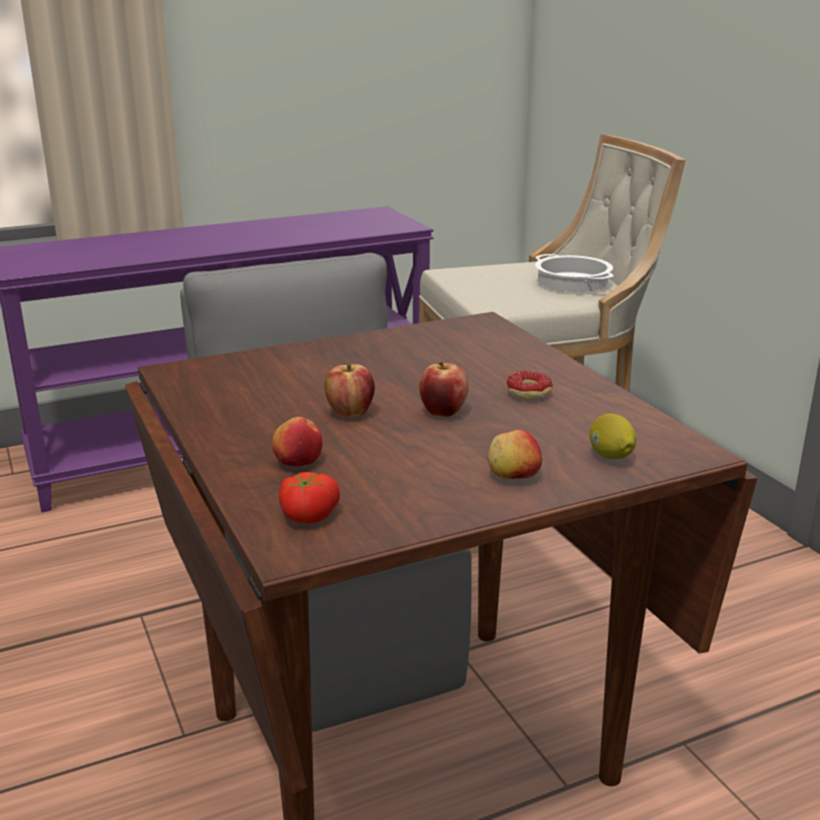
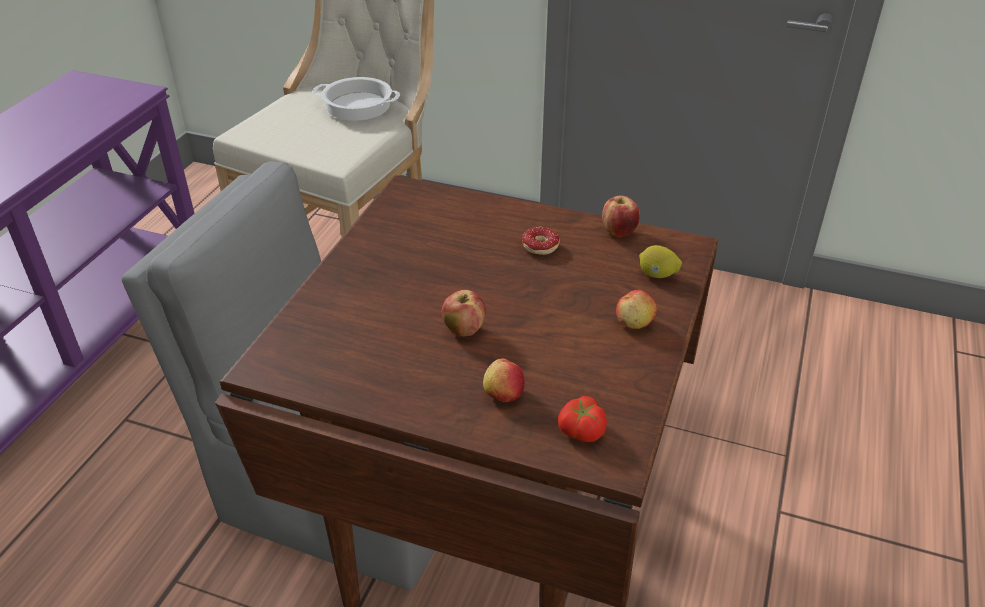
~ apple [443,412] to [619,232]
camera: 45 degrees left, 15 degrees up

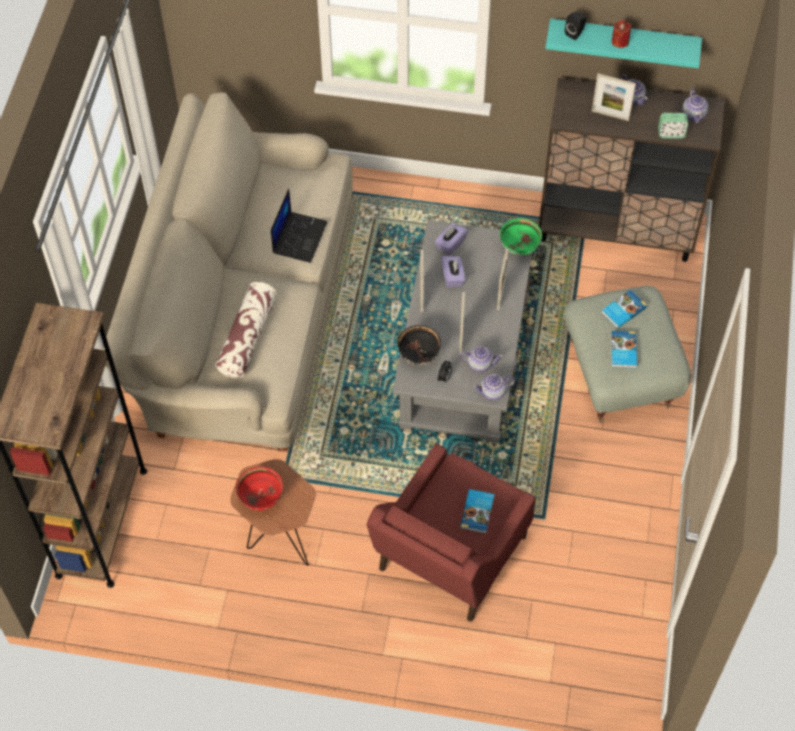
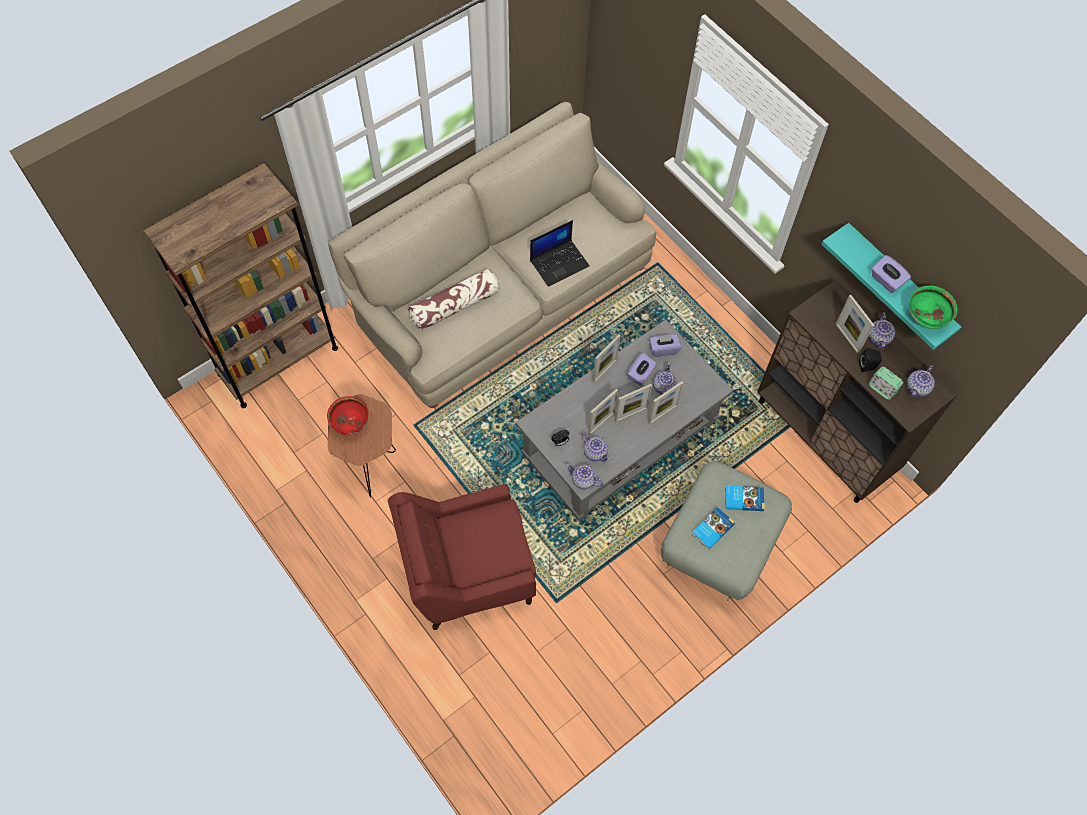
- bowl (black) [418,356]
- book [478,512]
+ picture frame [631,414]
+ teapot [663,387]
~ bowl (green) [519,248] to [925,318]
~ speaker (black) [575,33] to [868,366]
~ candle (red) [620,41] to tissue box (purple) [886,281]
camera: 40 degrees right, 5 degrees up

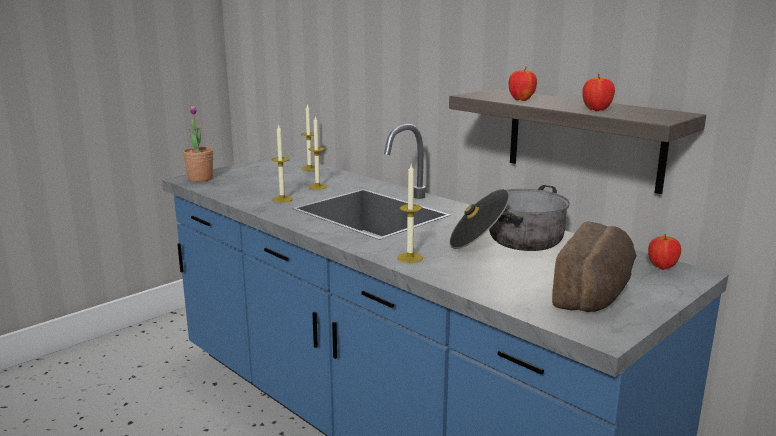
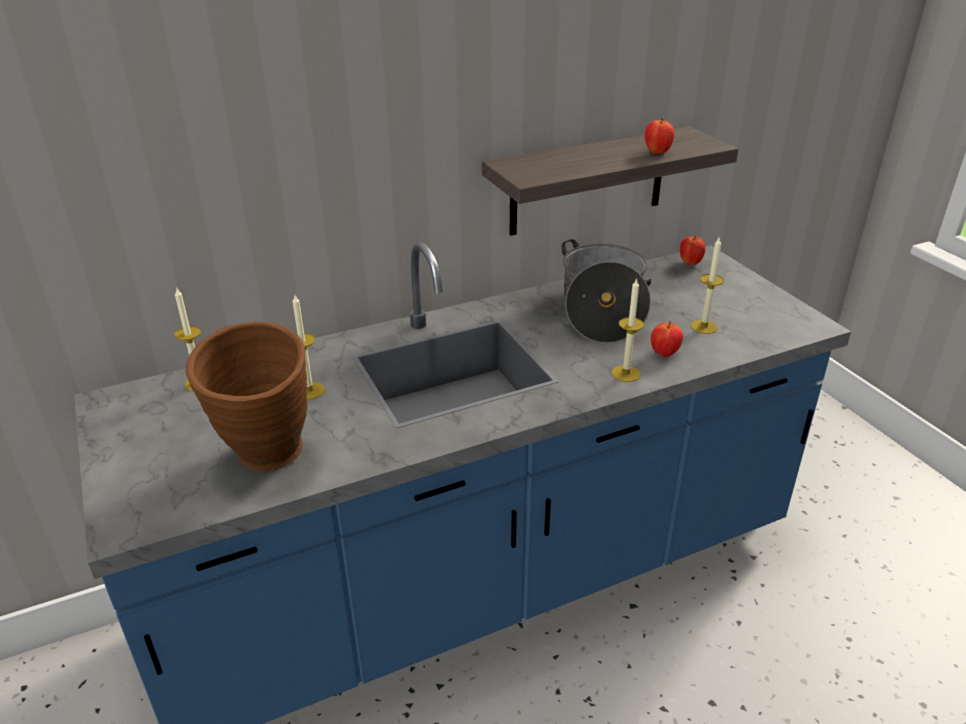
- potted plant [200,178]
- bread [596,293]
+ vase (brown) [268,461]
~ candle [282,199] to [704,327]
~ apple [521,100] to [664,354]
camera: 70 degrees left, 15 degrees up

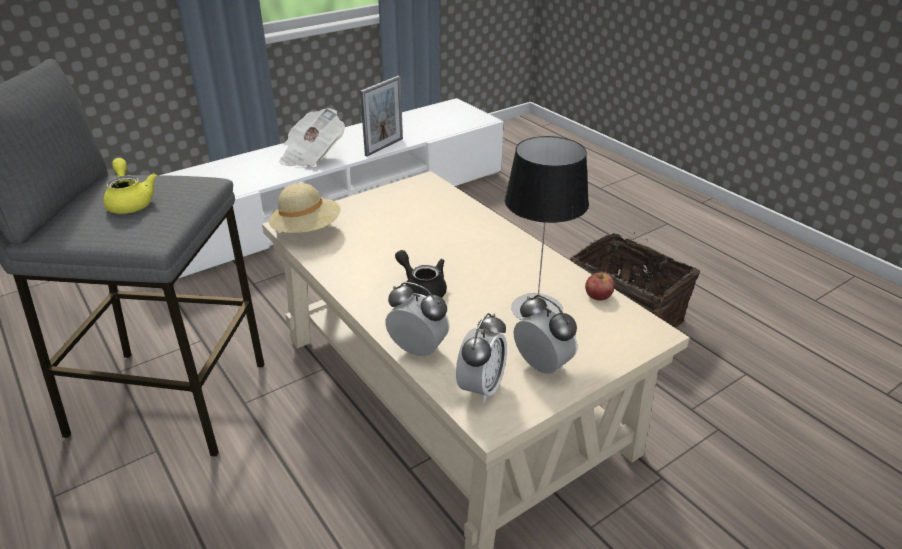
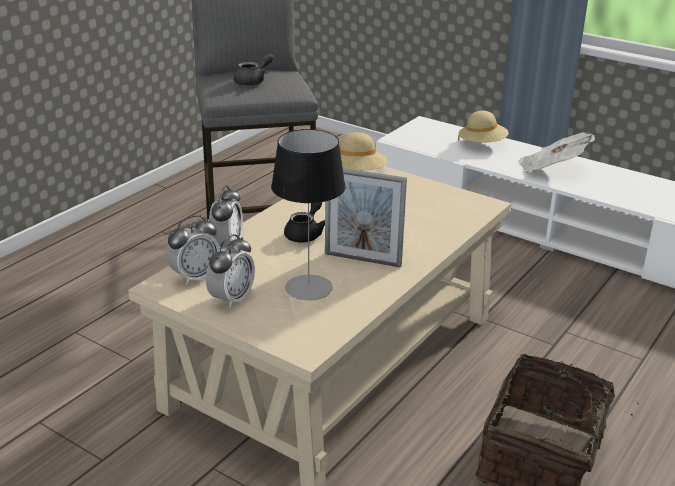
- apple [598,294]
+ hat (beige) [482,144]
~ picture frame [384,147] to [362,259]
~ teapot (yellow) [130,202] to teapot (grey) [253,81]
~ alarm clock [481,387] = [195,277] 45 degrees counterclockwise
camera: 70 degrees right, 5 degrees down

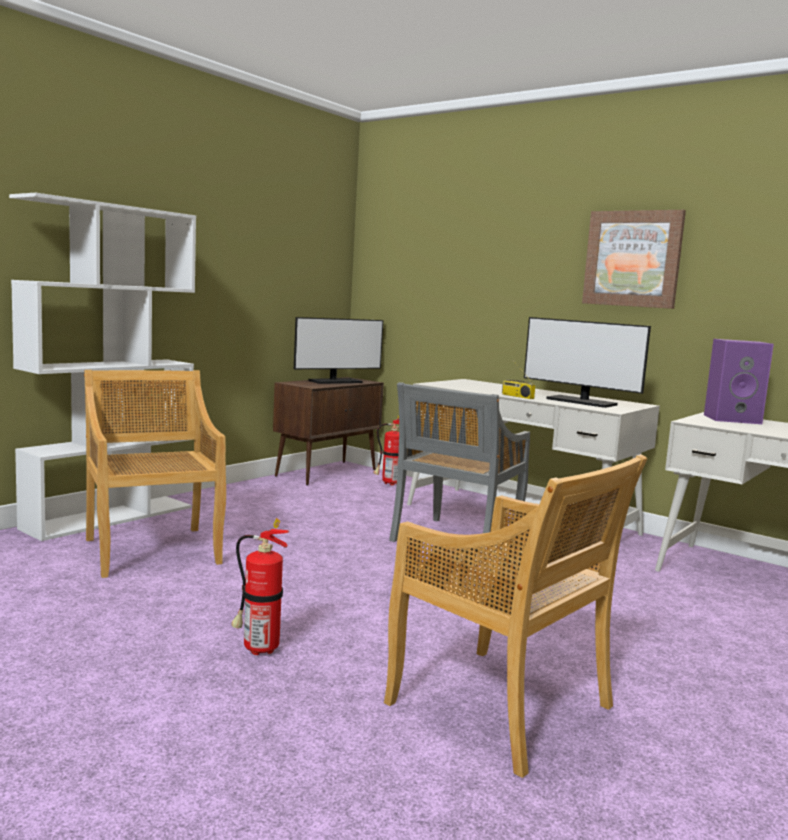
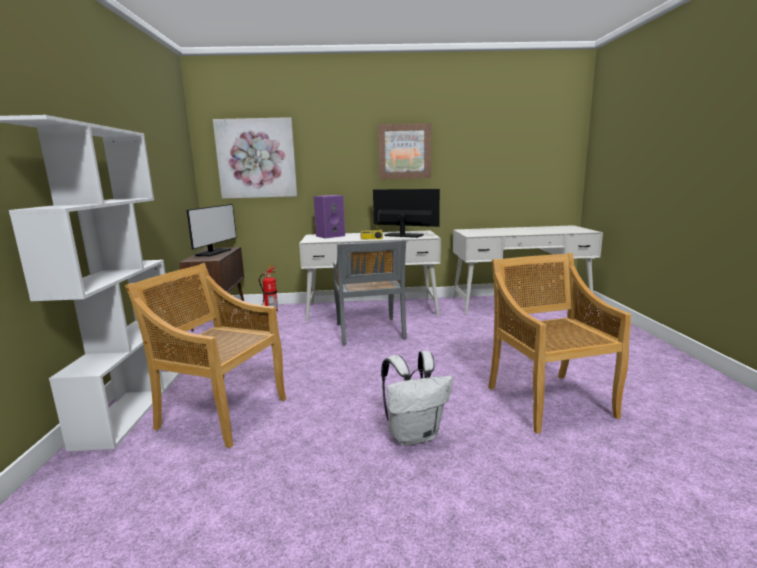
+ picture [256,158]
~ speaker (purple) [733,419] to [330,236]
~ fire extinguisher [257,649] to backpack (white) [414,435]
~ chair (beige) [503,707] = [548,400] 105 degrees counterclockwise
~ monitor [581,402] = [404,235] 150 degrees counterclockwise
camera: 40 degrees left, 5 degrees up

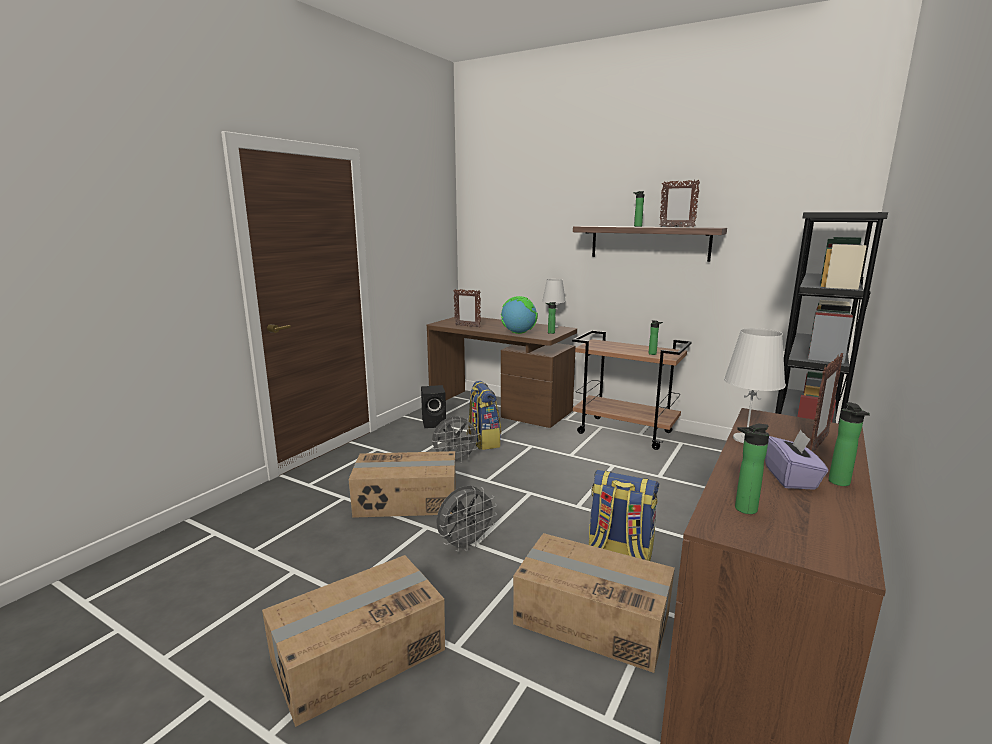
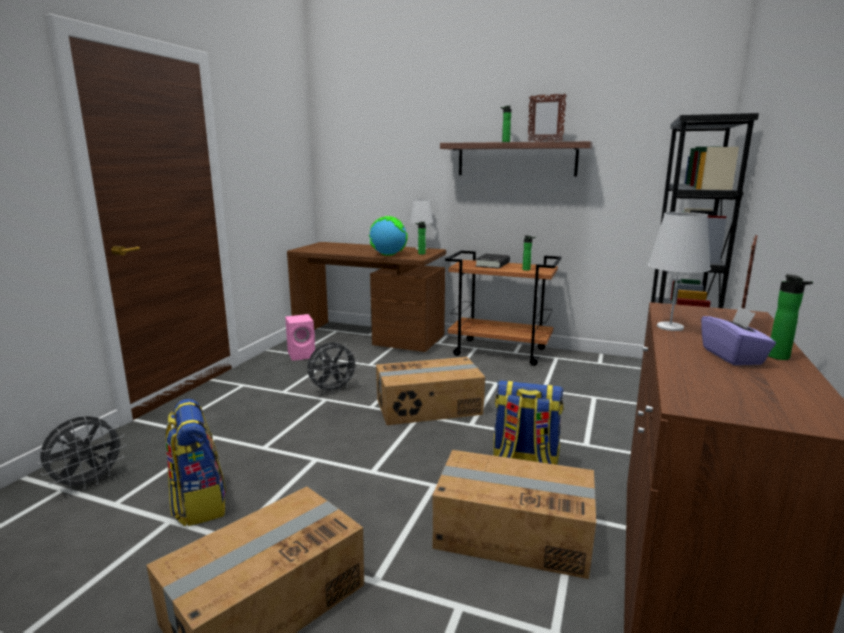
- picture frame [467,326]
- bottle [743,509]
+ book (black) [492,264]
~ cardboard box [406,501] to [429,407]
~ fan (grey) [465,544] to [88,482]
~ backpack [483,441] to [198,503]
~ speaker (black) [435,423] to speaker (pink) [302,355]
camera: 10 degrees left, 0 degrees up

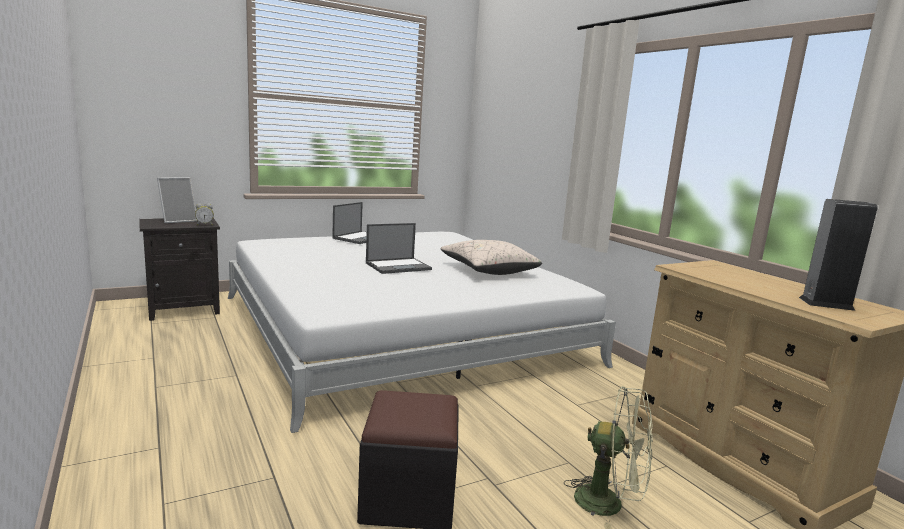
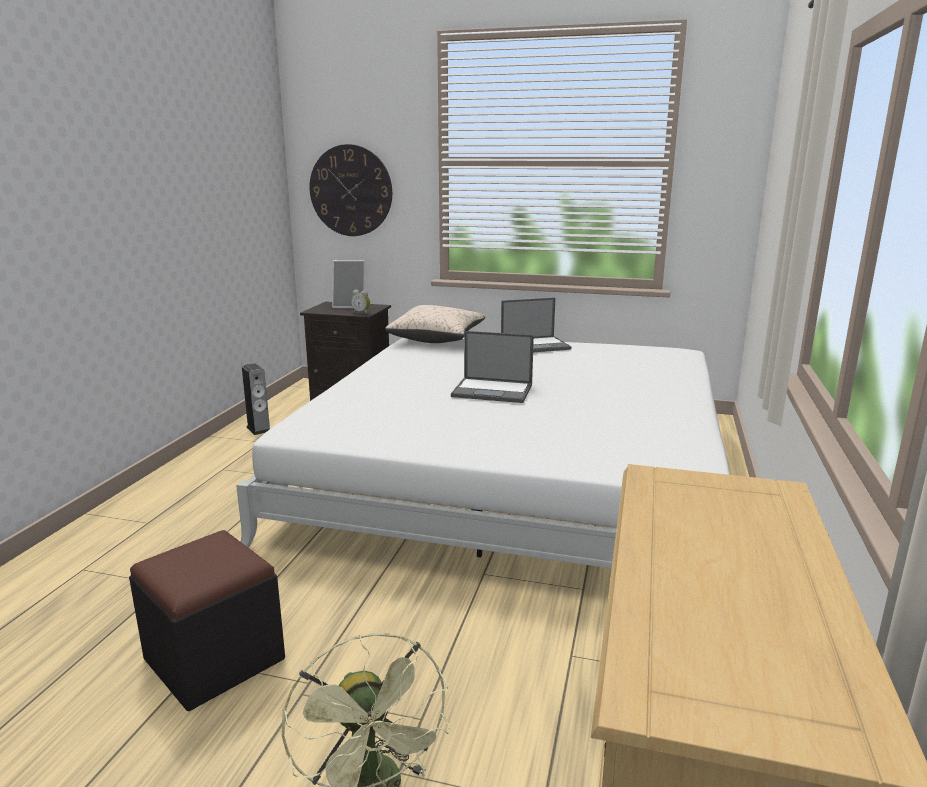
+ wall clock [351,191]
~ pillow (beige) [488,270] to [437,339]
~ speaker [826,303] to [258,429]
camera: 45 degrees right, 5 degrees up

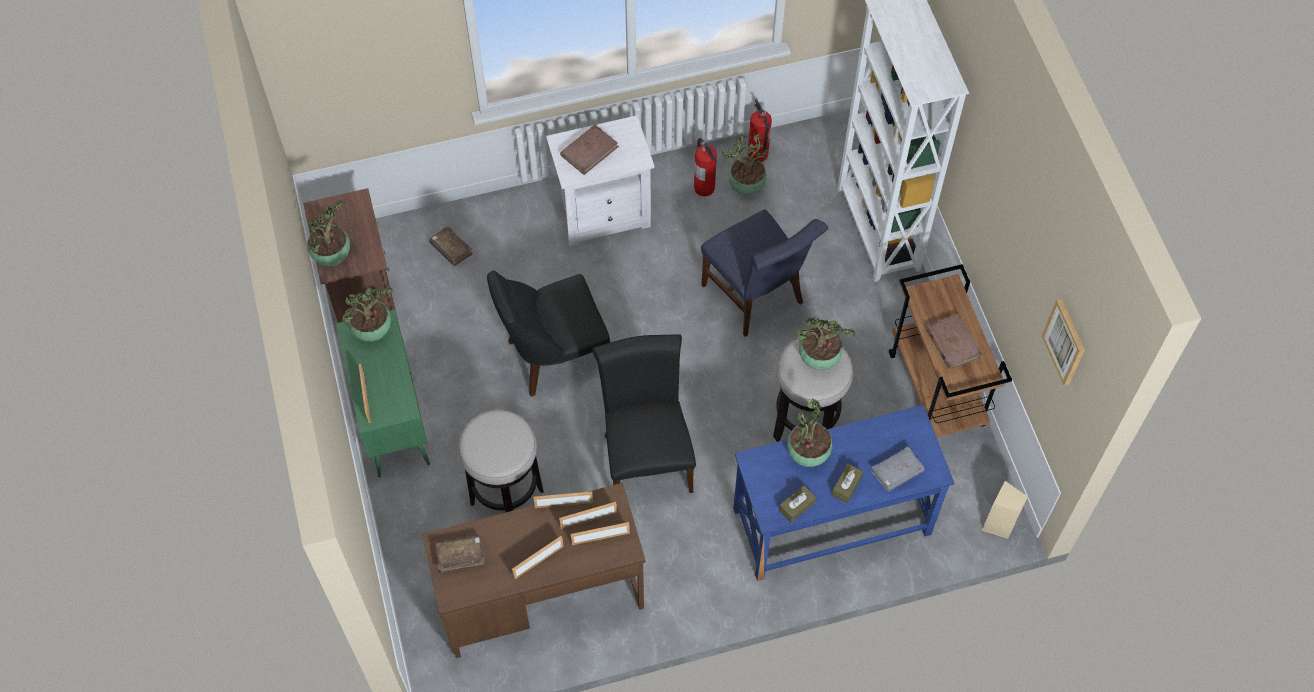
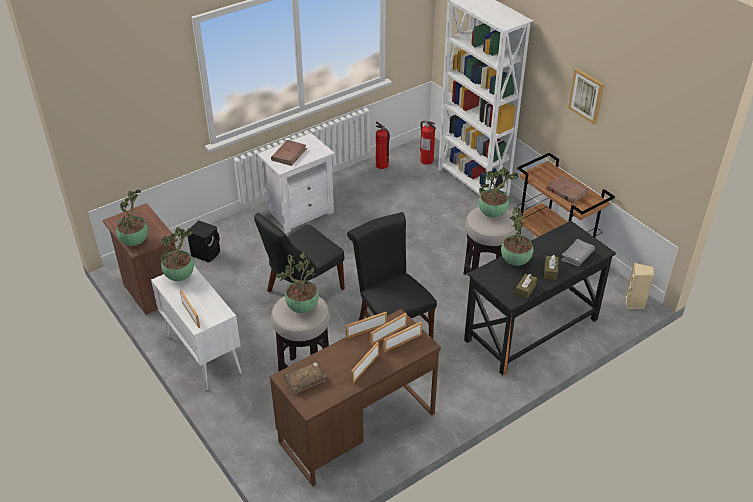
- chair (blue) [757,297]
~ fire extinguisher [704,187] to [426,160]
~ potted plant [745,186] to [302,308]
~ picture [1065,341] to [586,95]
~ book (brown) [451,249] to speaker (black) [206,253]
~ cabinet (green) [392,419] to cabinet (white) [202,354]
~ desk (blue) [831,522] to desk (black) [531,330]
camera: 20 degrees left, 20 degrees down

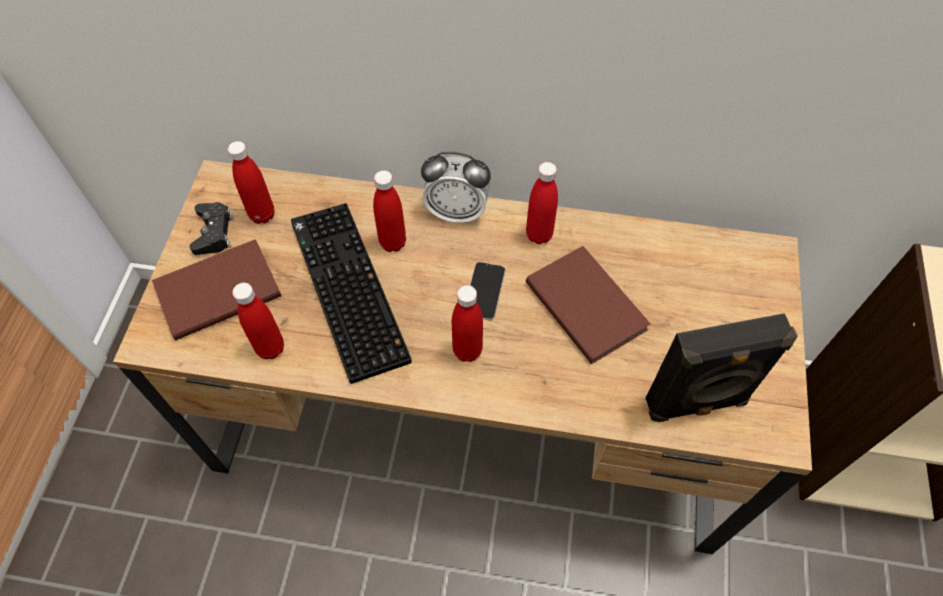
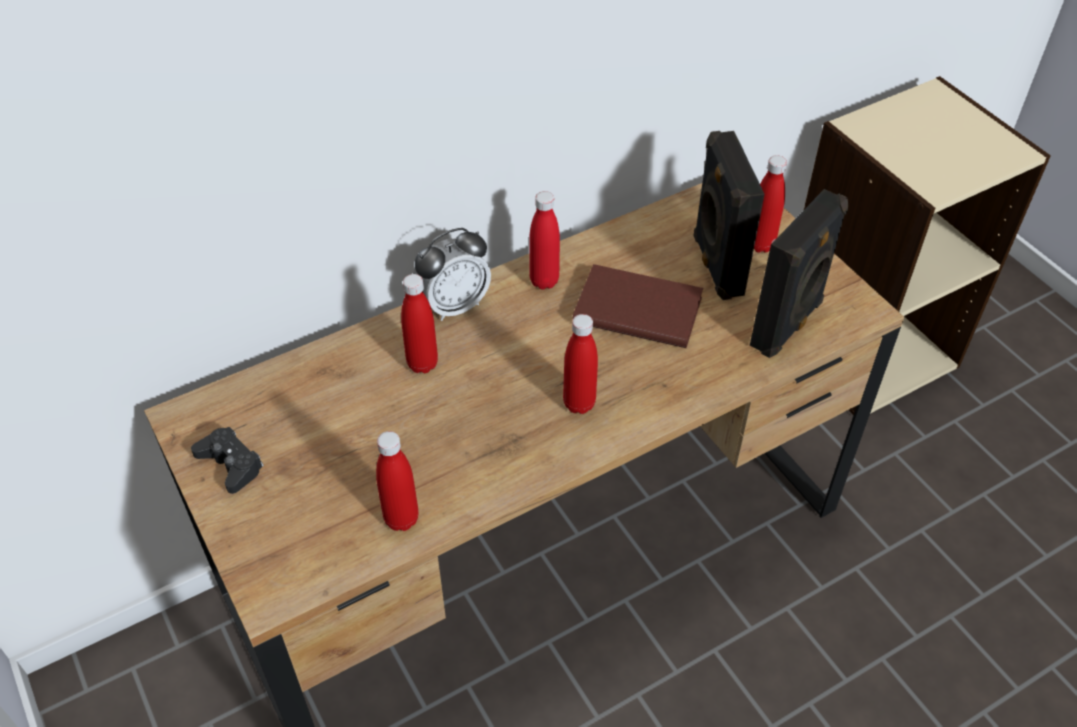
- book (brown) [216,290]
- keyboard [344,289]
- phone [484,291]
+ speaker (black) [716,265]
~ bottle (red) [262,215] to [760,245]
camera: 40 degrees left, 10 degrees down

